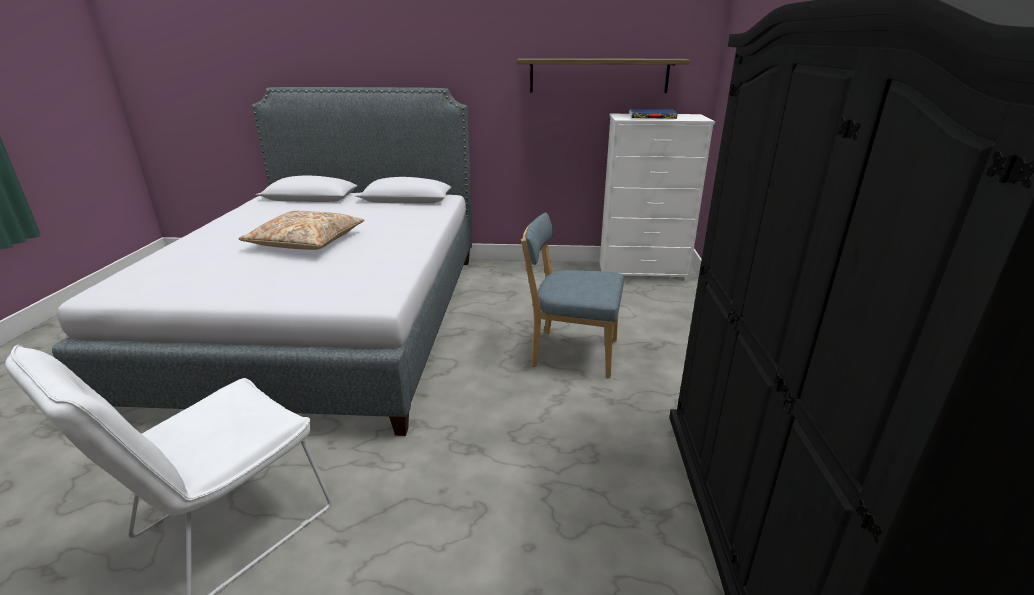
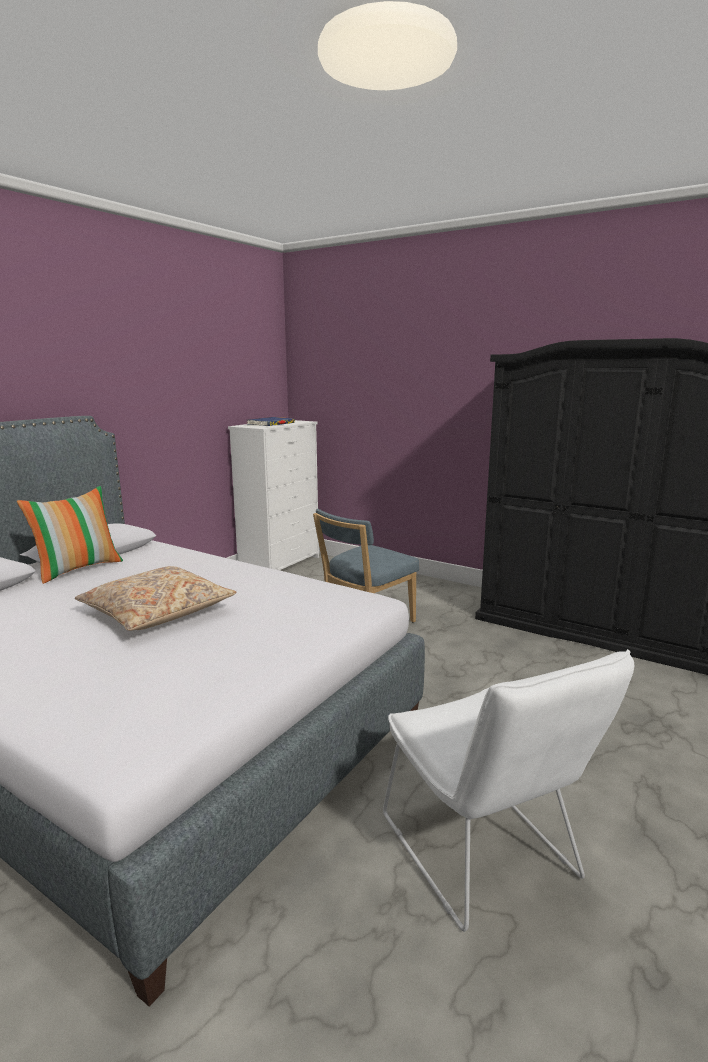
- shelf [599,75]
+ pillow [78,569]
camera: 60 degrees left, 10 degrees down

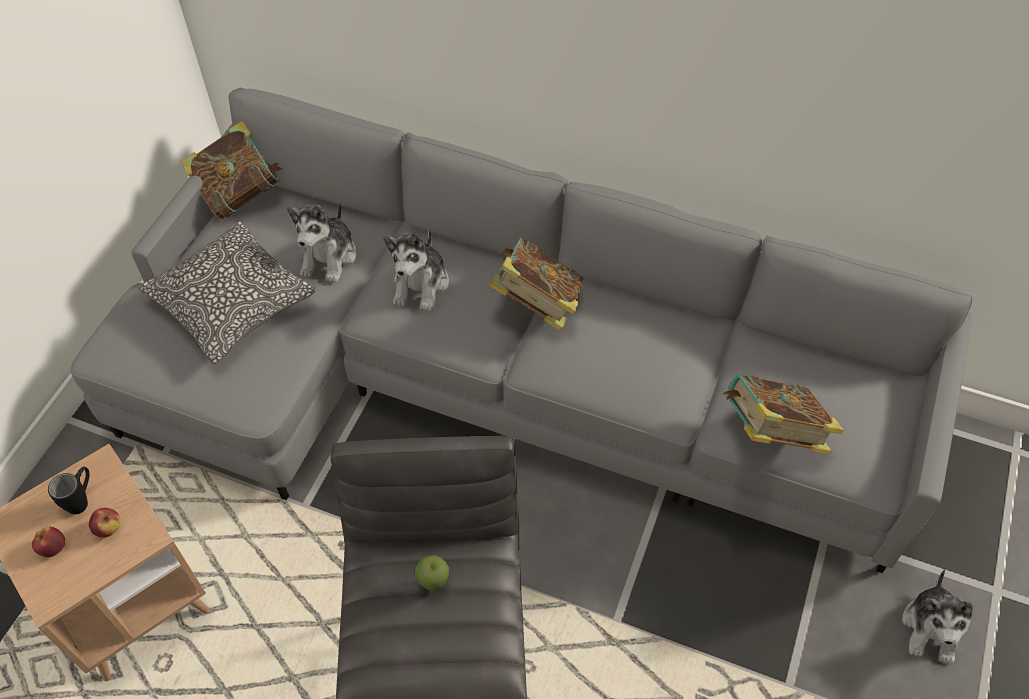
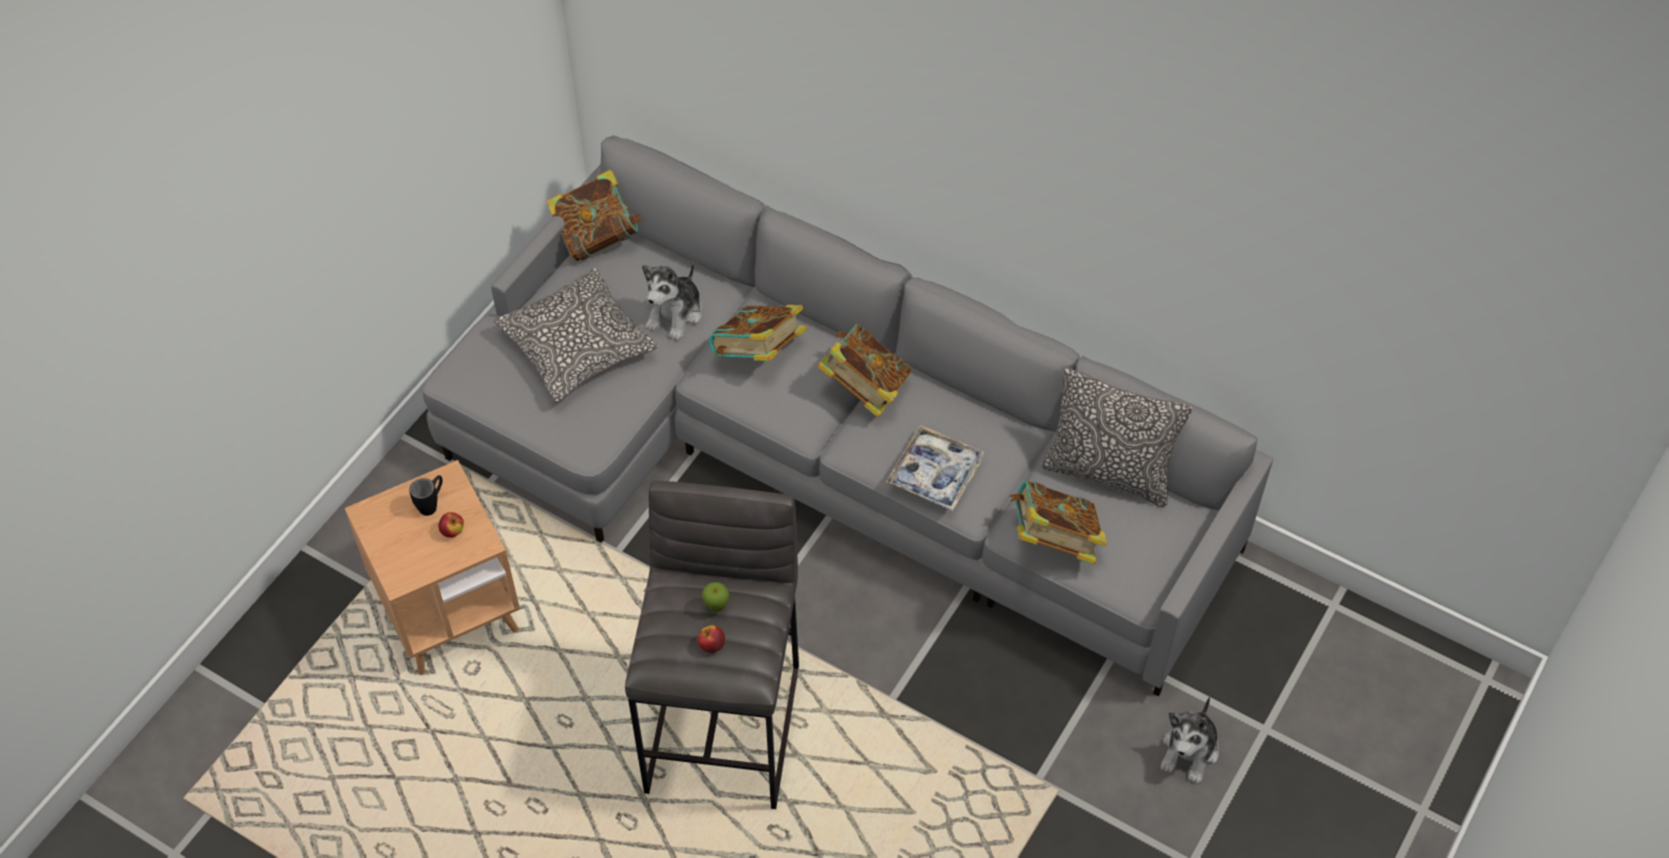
+ tray [935,474]
+ pillow [1108,473]
~ apple [53,548] to [711,645]
~ plush toy [421,284] to book [758,354]
camera: 10 degrees right, 0 degrees up

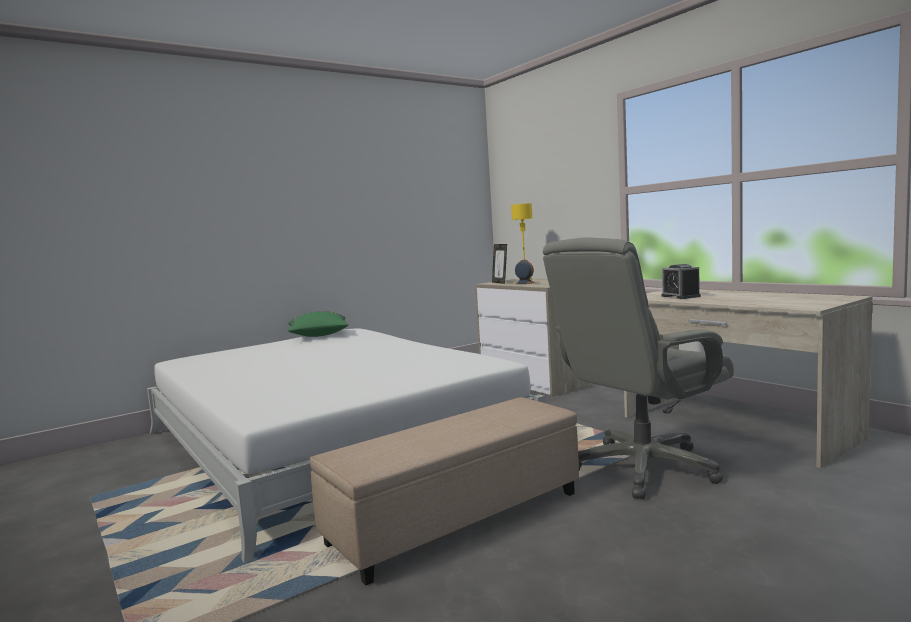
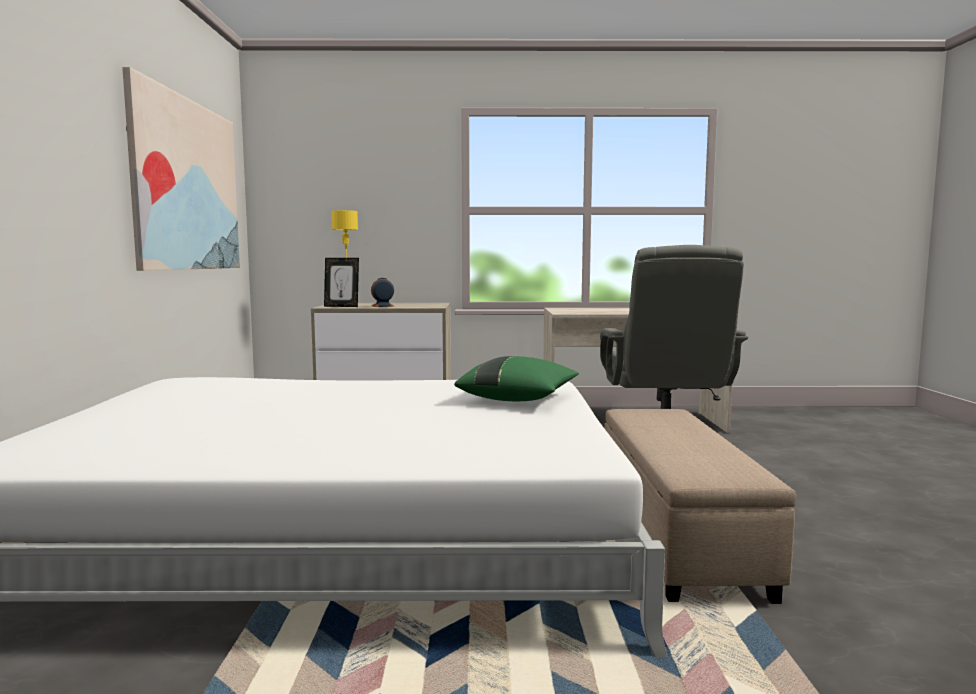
- alarm clock [680,296]
+ picture [187,185]
~ pillow (green) [319,336] to [519,399]
camera: 55 degrees left, 0 degrees up

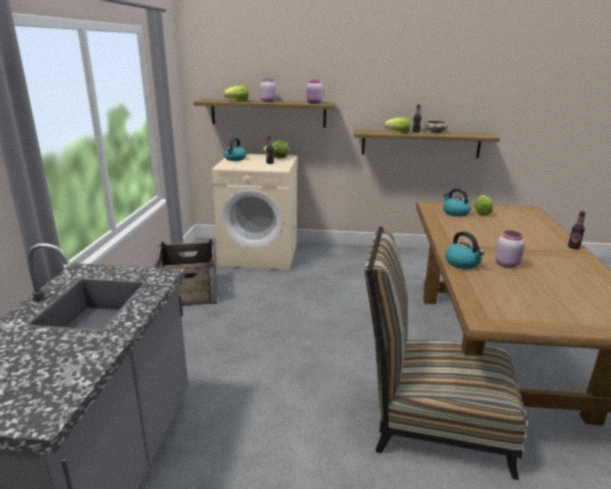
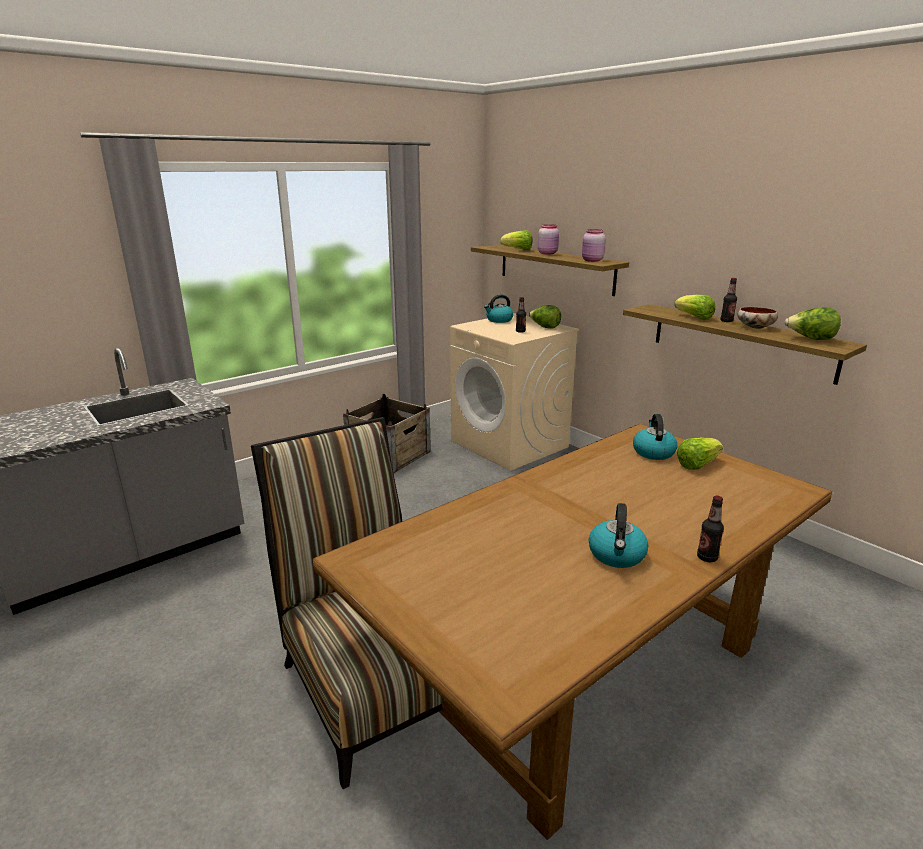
- jar (pink) [507,264]
+ lettuce [810,339]
~ kettle [463,263] to [617,555]
camera: 45 degrees right, 0 degrees up

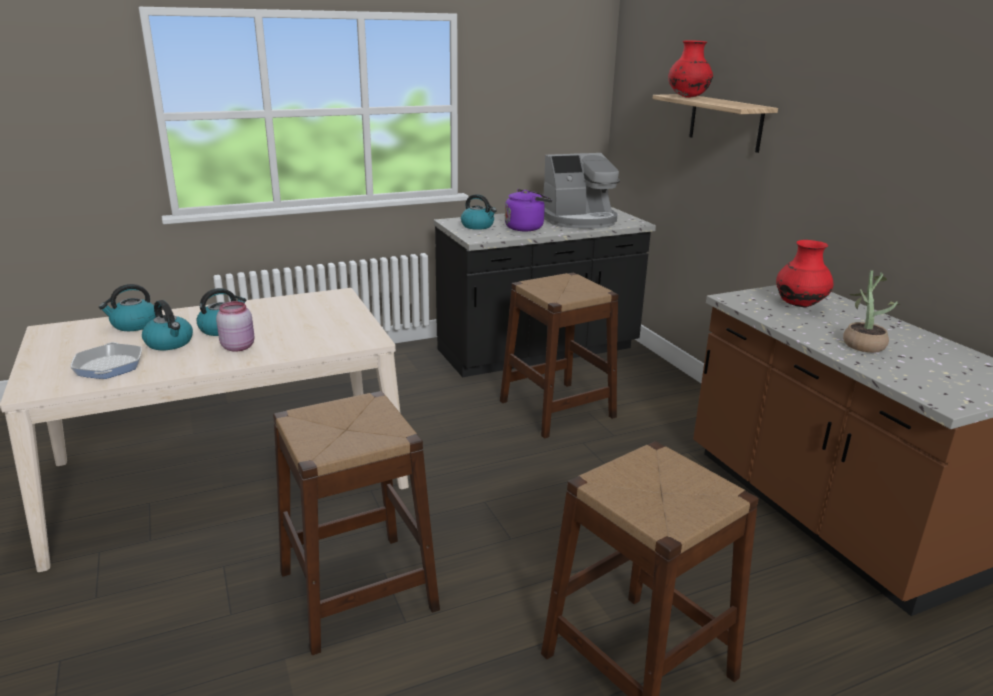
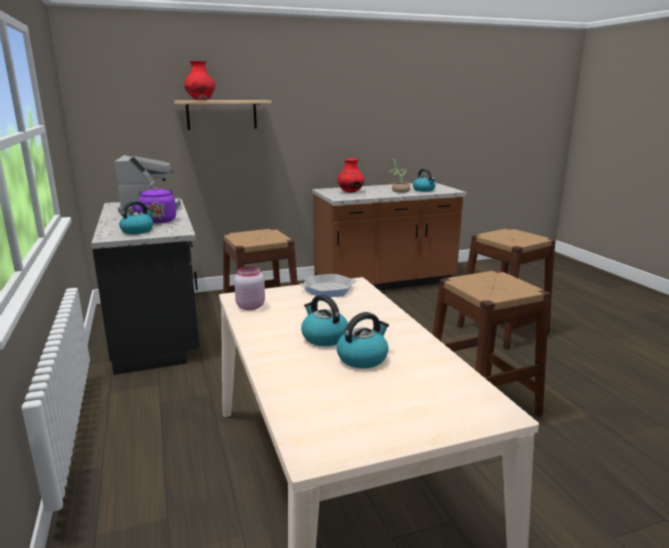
~ frying pan [109,366] to [328,289]
~ kettle [134,325] to [424,190]
~ jar (pink) [238,347] to [249,306]
camera: 85 degrees left, 5 degrees down

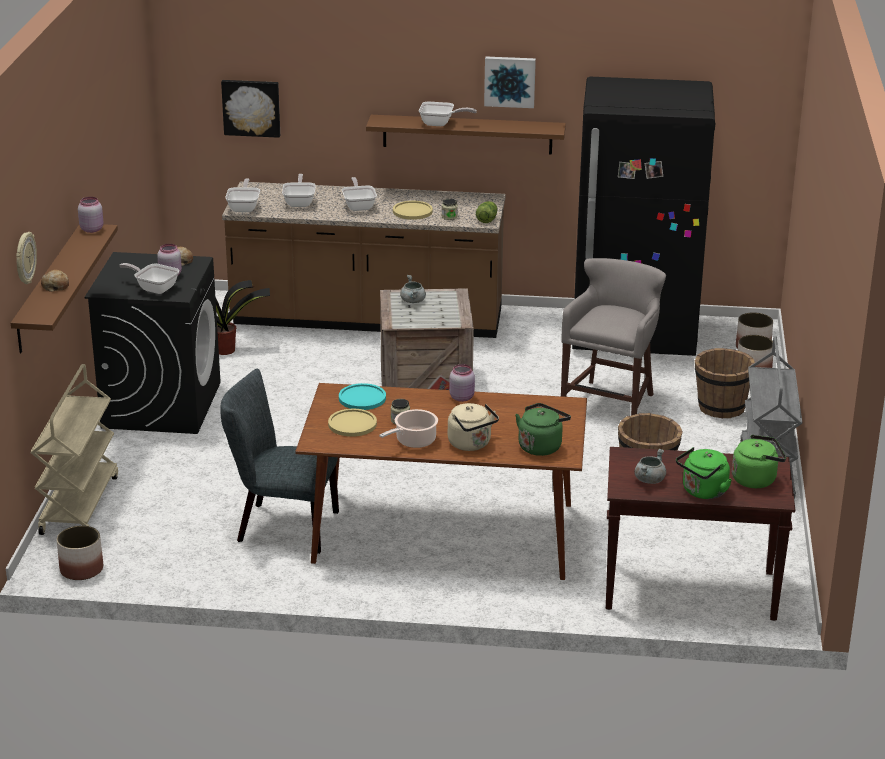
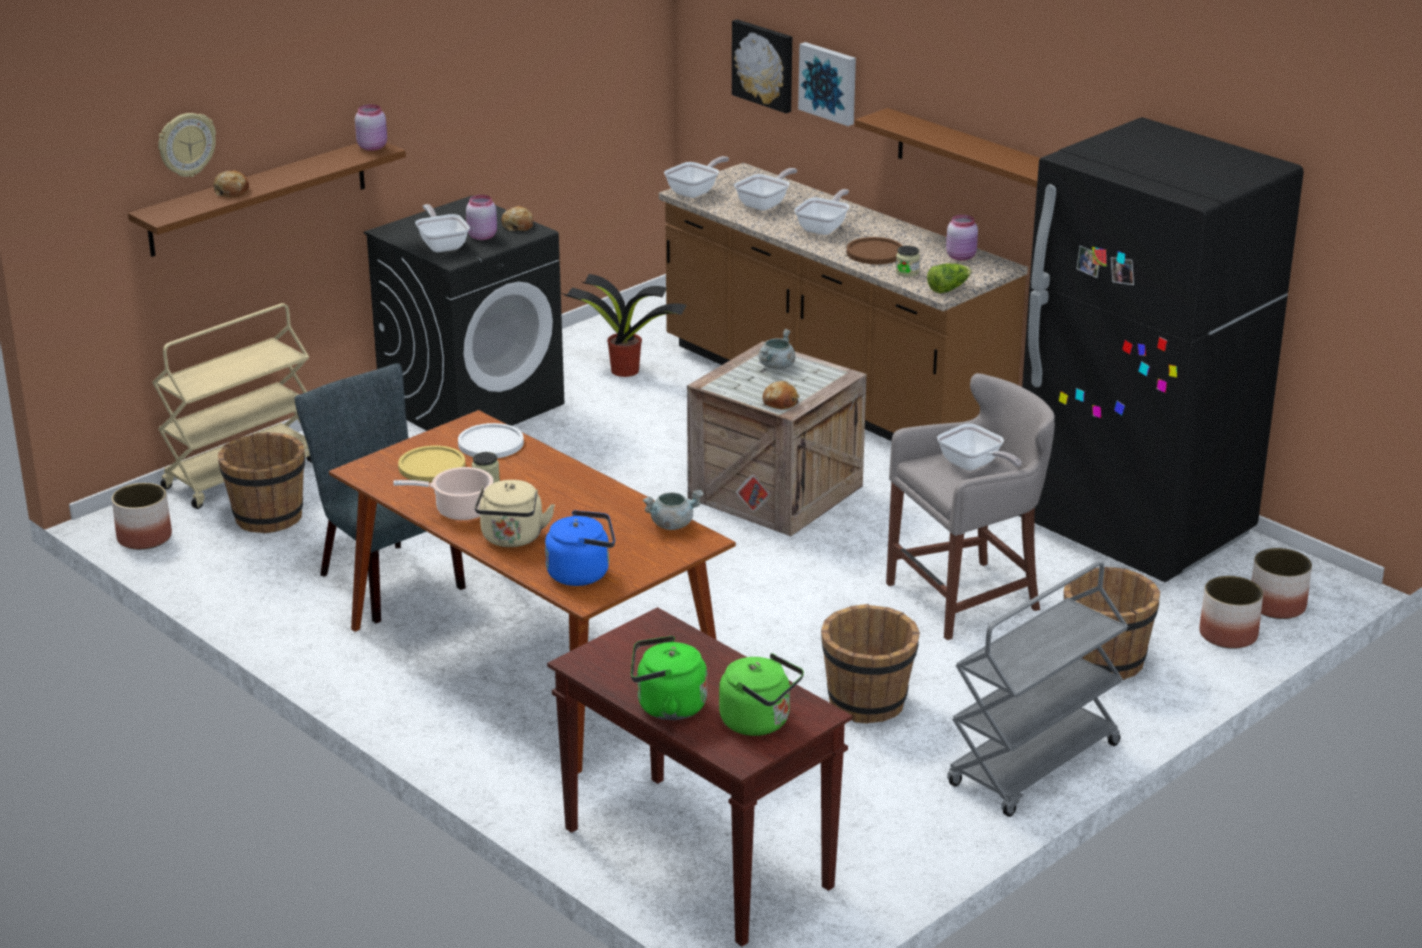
+ bucket (brown) [268,517]
+ bread [780,402]
~ frying pan [440,124] to [974,466]
~ jar (pink) [462,397] to [962,256]
~ picture [509,81] to [829,83]
~ cooking pot (grey) [649,479] to [672,524]
~ plate (turquoise) [362,398] to plate (white) [490,443]
~ plate (yellow) [412,211] to plate (brown) [875,252]
~ kettle (green) [541,446] to kettle (blue) [582,573]
camera: 40 degrees right, 0 degrees up

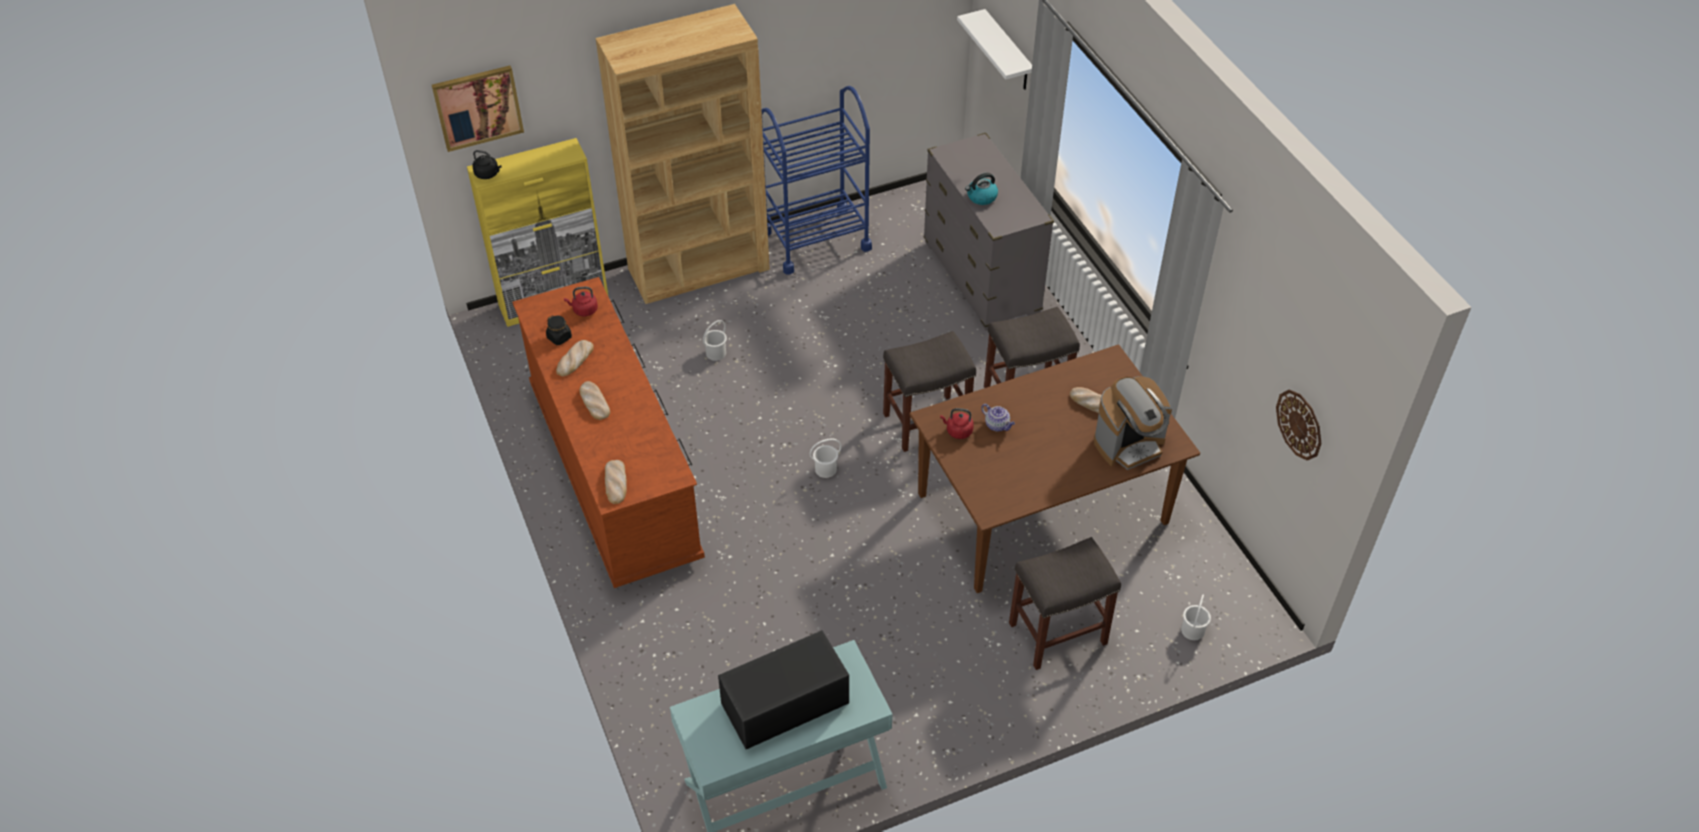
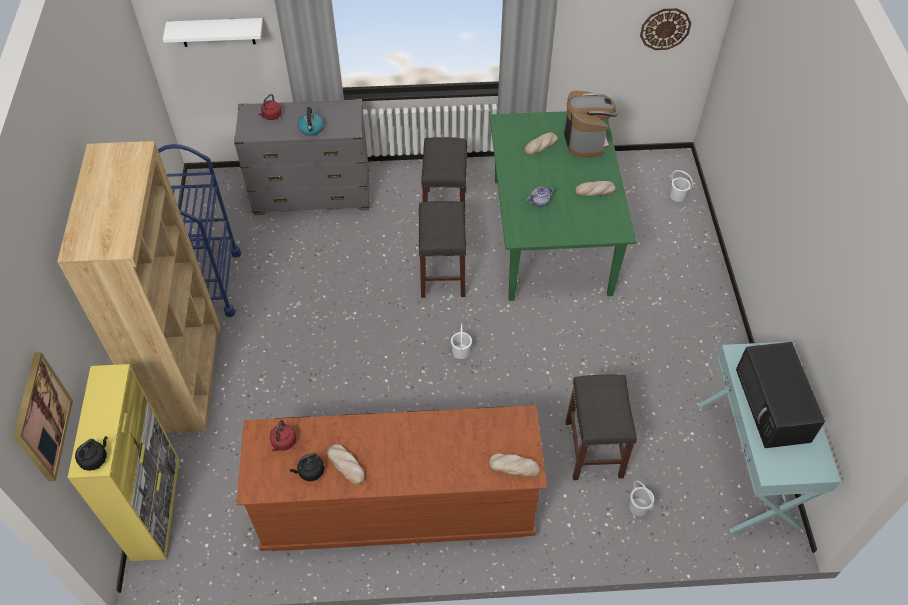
~ bread [594,402] to [595,190]
~ bucket (white) [715,353] to [638,507]
~ kettle (red) [957,431] to [271,116]
~ stool (grey) [1057,634] to [594,450]
~ jar (black) [559,337] to kettle (black) [310,472]
~ dining table (brown) [1042,507] to dining table (green) [550,235]
camera: 70 degrees left, 5 degrees up

